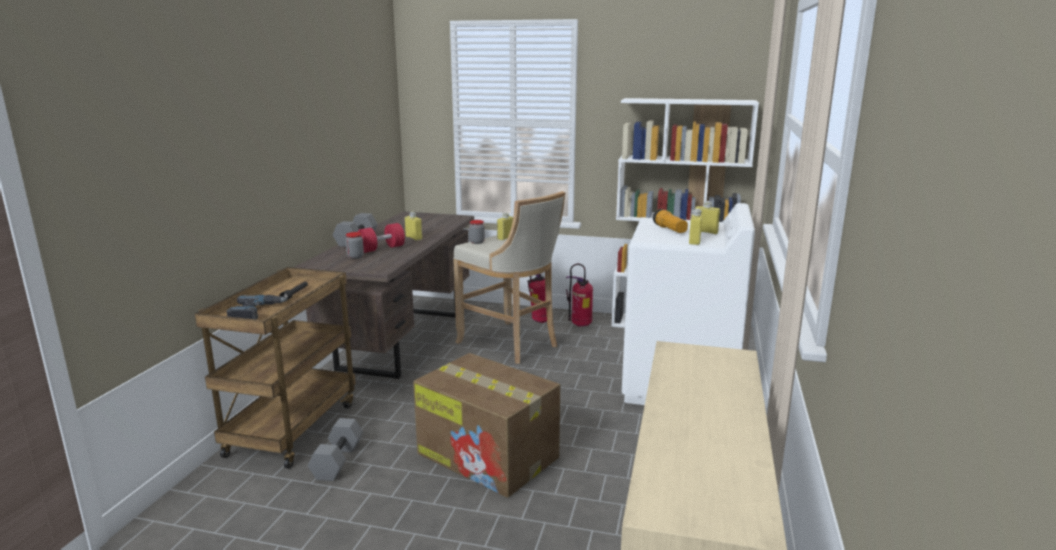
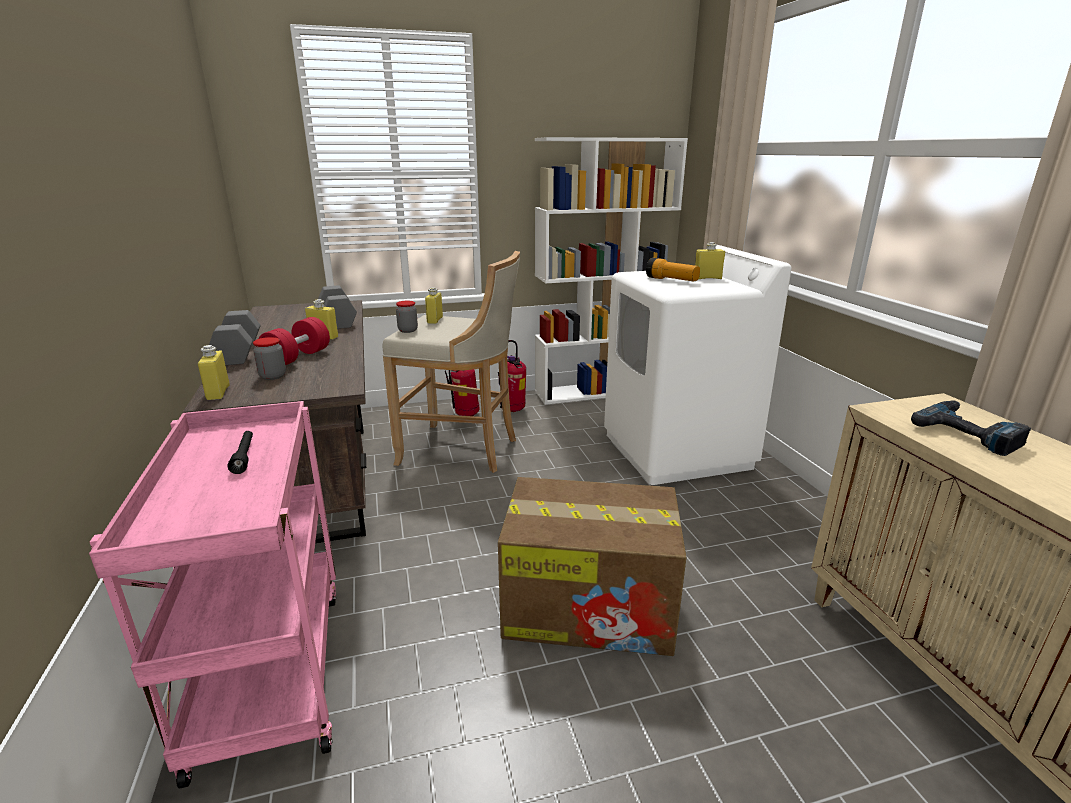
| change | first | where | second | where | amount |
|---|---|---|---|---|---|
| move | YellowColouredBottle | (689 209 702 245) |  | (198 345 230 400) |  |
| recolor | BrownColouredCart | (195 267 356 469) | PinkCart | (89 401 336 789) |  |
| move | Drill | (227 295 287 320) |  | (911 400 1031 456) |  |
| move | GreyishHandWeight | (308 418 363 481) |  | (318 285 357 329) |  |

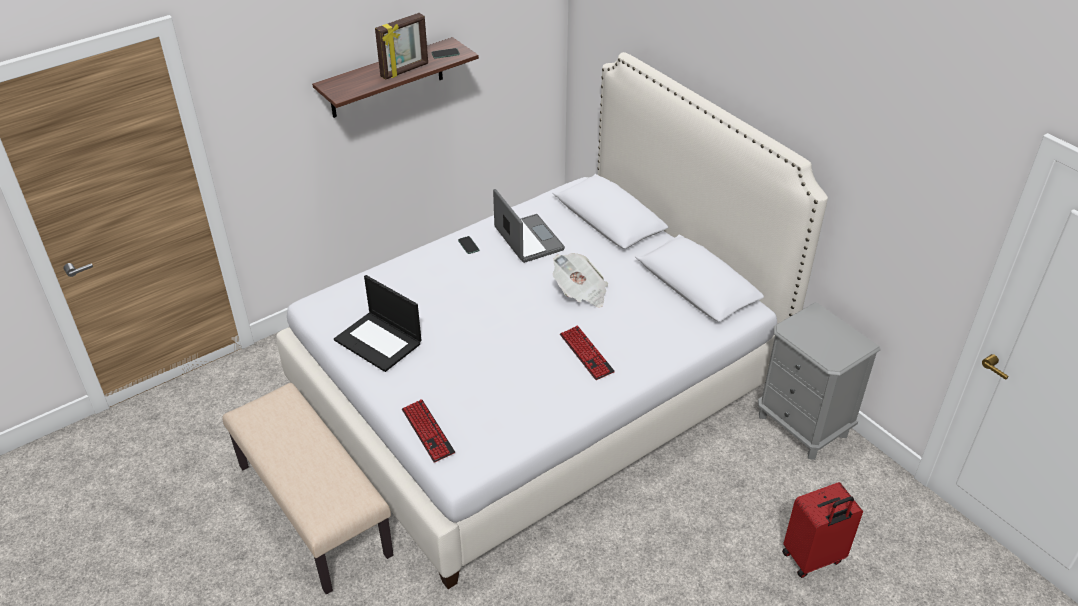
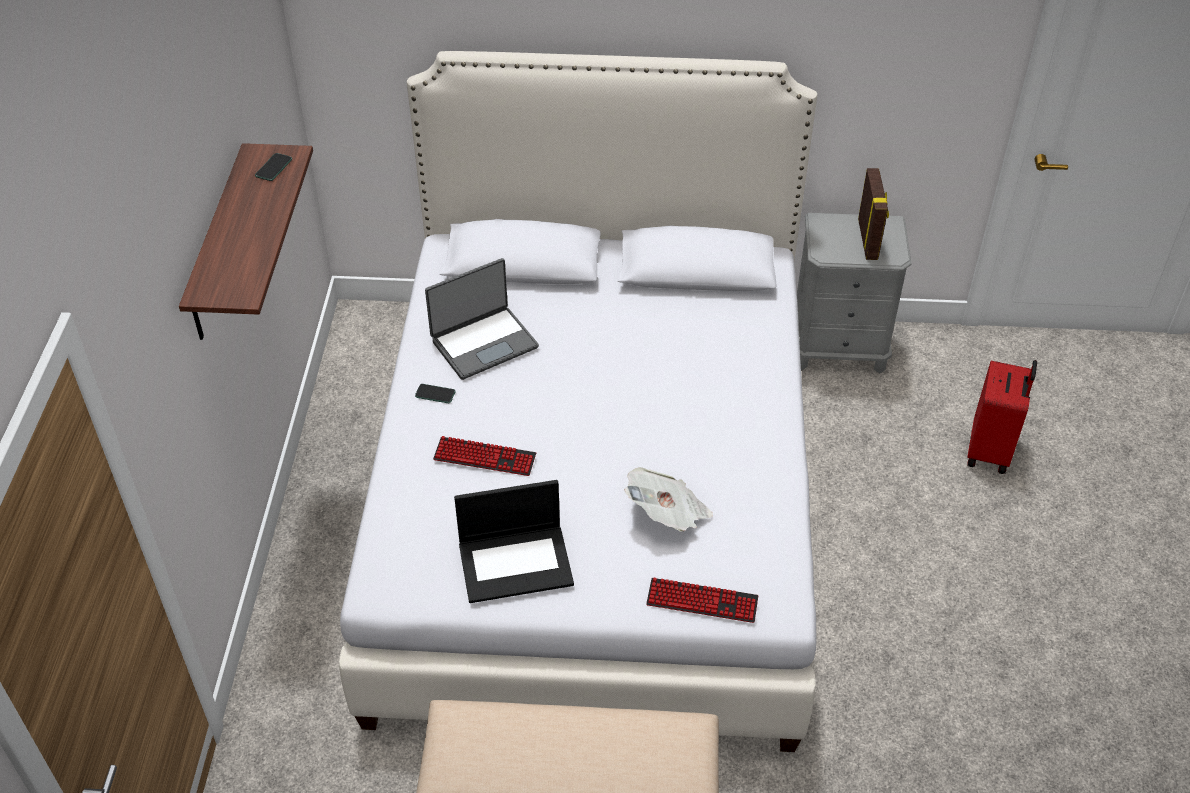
| change | first | where | second | where | amount |
|---|---|---|---|---|---|
| move | PhotoFrame | (375 13 428 80) |  | (858 168 889 260) |  |
| rotate | PortableComputer | (493 189 565 263) |  | (425 258 539 380) | 135 degrees clockwise |
| move | DailyPaper | (553 253 608 308) |  | (624 467 713 532) |  |
| move | Keyboard | (560 325 615 380) |  | (433 436 536 476) |  |

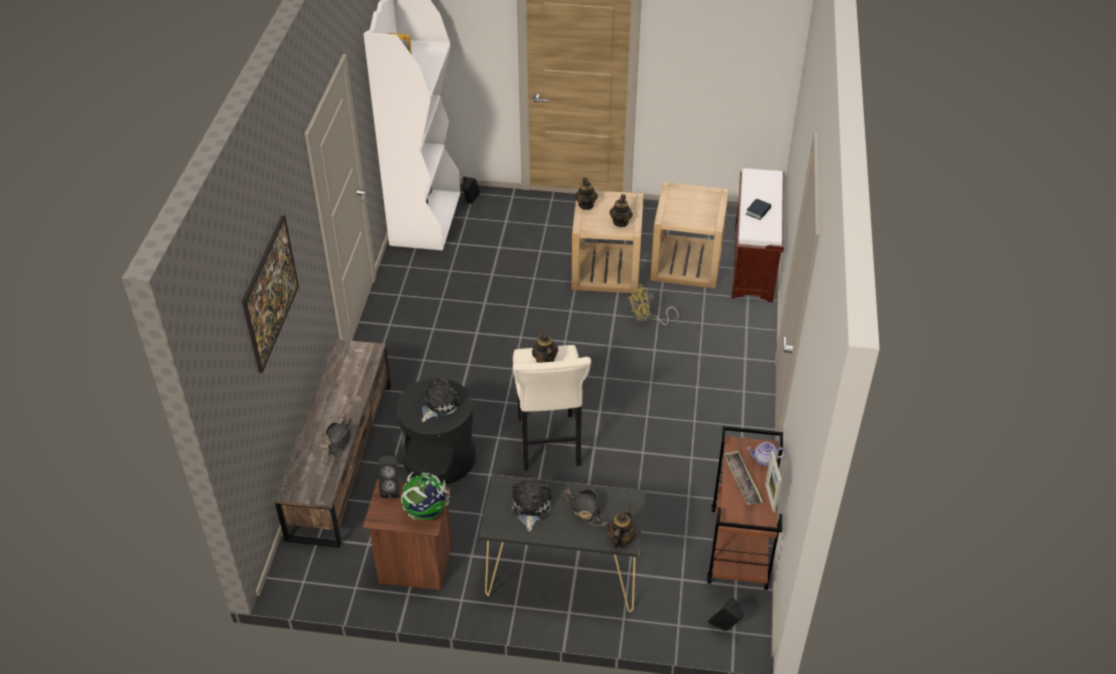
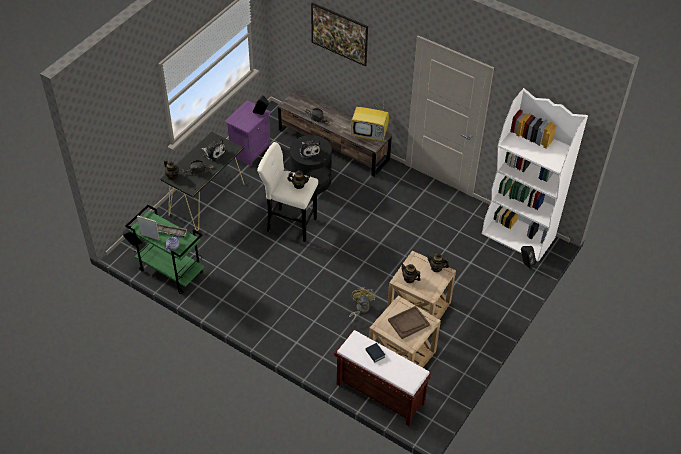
| change | first | where | second | where | amount |
|---|---|---|---|---|---|
| recolor | BrownColouredCart | (707 426 783 590) | GreenColouredCart | (125 205 204 294) |  |
| delete | Globe | (401 472 450 520) |  |  |  |
| recolor | BrownColouredNightTable | (363 480 452 590) | PurplishNightTable | (224 100 271 167) |  |
| insert |  |  | TvSet | (351 102 389 142) |  |
| insert |  |  | BrownColouredCarryingTray | (388 306 430 339) |  |

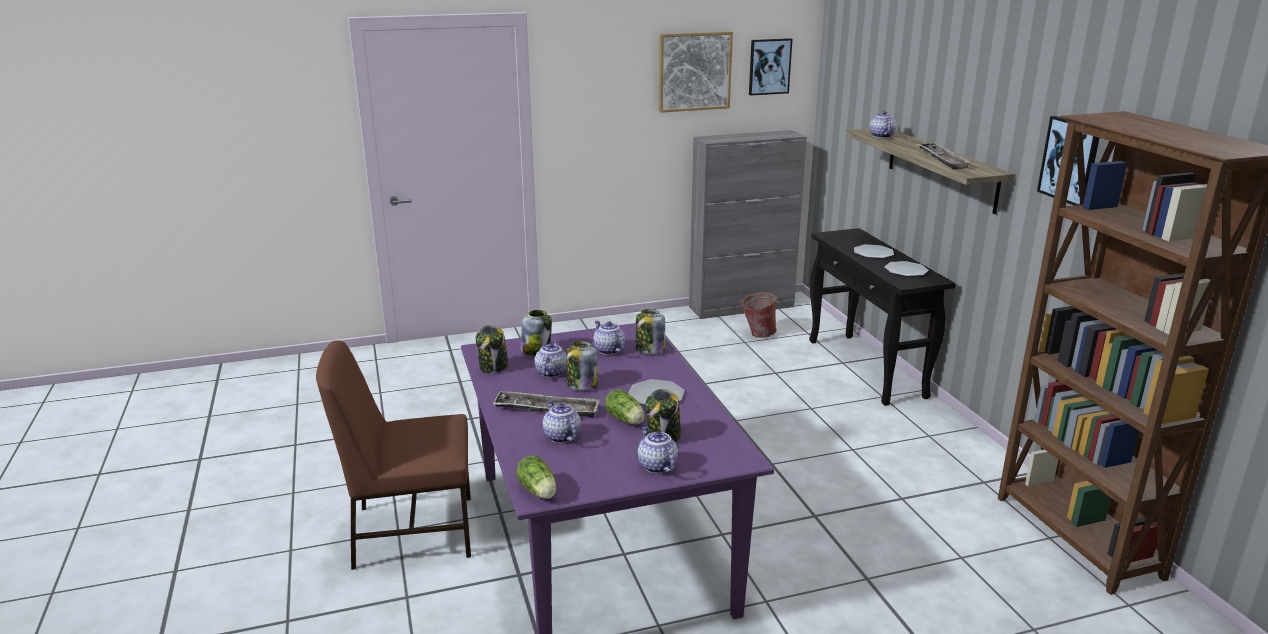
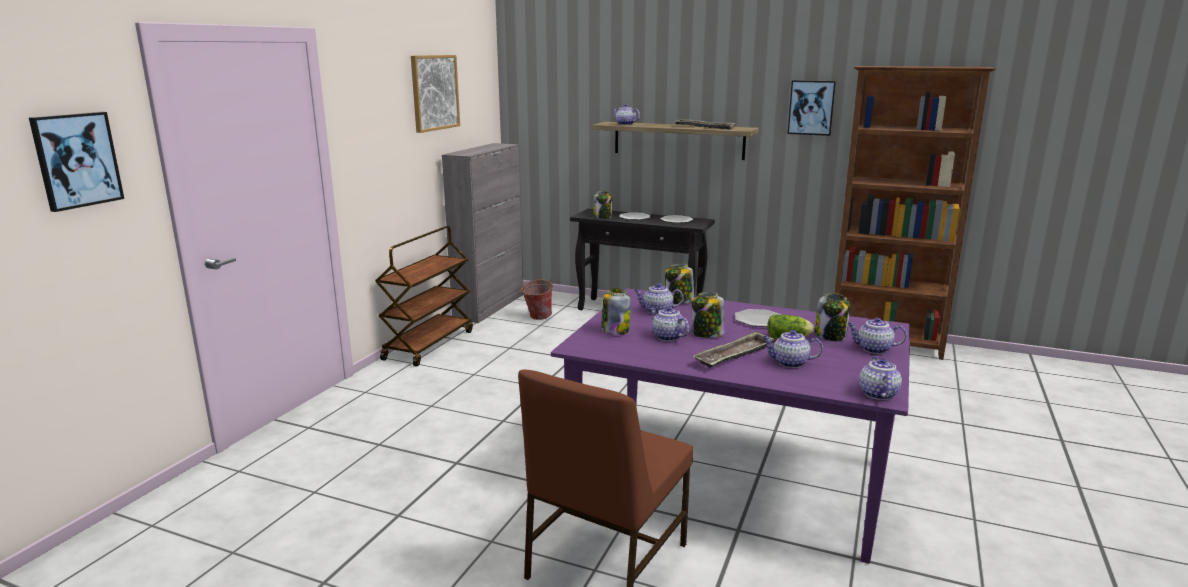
| change | first | where | second | where | amount |
|---|---|---|---|---|---|
| move | WallPicture | (749 38 792 96) |  | (29 112 124 212) |  |
| move | PreserveJar | (476 325 508 374) |  | (594 191 612 219) |  |
| replace | LettuceHead | (516 456 556 499) | TeaPot | (859 356 902 400) |  |
| insert |  |  | BrownColouredCart | (375 226 473 367) |  |

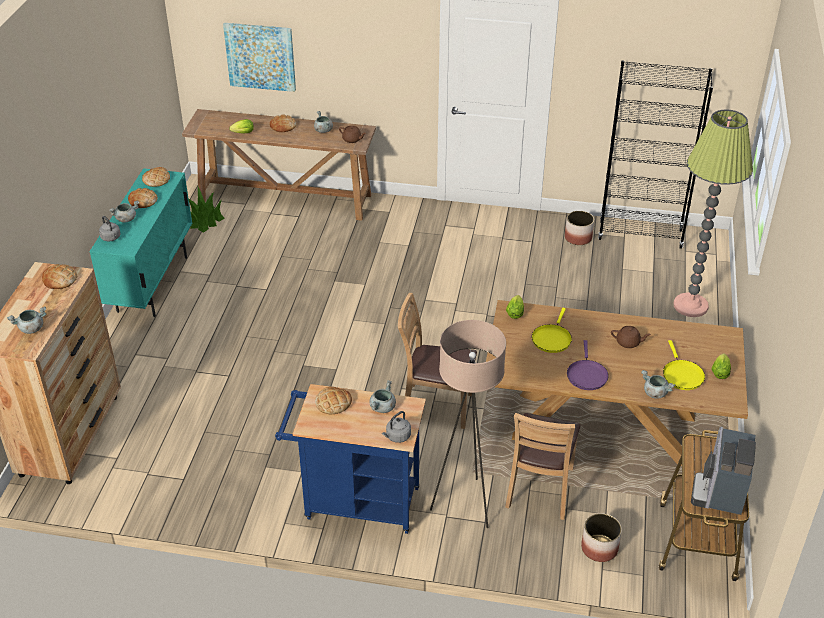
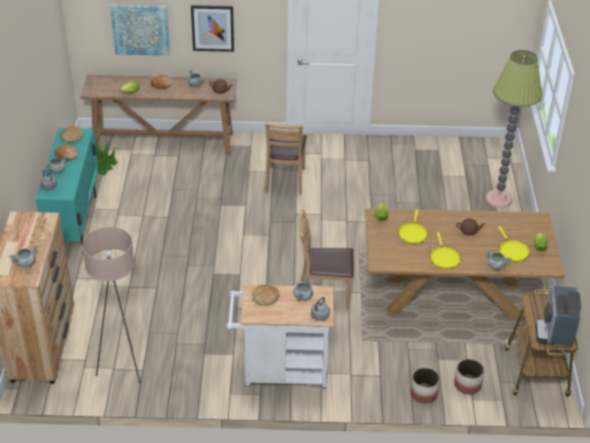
| change | first | where | second | where | amount |
|---|---|---|---|---|---|
| delete | BlackishShelvingUnit | (598 61 713 249) |  |  |  |
| move | PlantPot | (565 211 594 245) |  | (410 367 440 404) |  |
| delete | Bread | (42 264 77 289) |  |  |  |
| move | BeigeStandardLamp | (430 320 506 528) |  | (82 227 141 384) |  |
| recolor | PurplishFryingPan | (567 340 609 390) | YellowColouredFryingPan | (430 232 461 269) |  |
| recolor | BlueColouredCart | (275 384 426 534) | WhitishCart | (227 285 334 391) |  |
| move | BrownColouredUprightChair | (505 413 581 520) |  | (264 122 307 195) |  |
| insert |  |  | WallPicture | (191 5 234 52) |  |

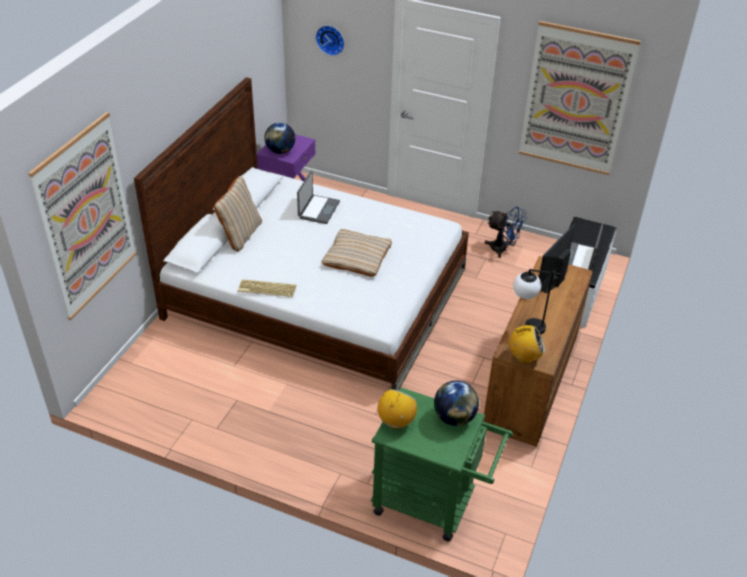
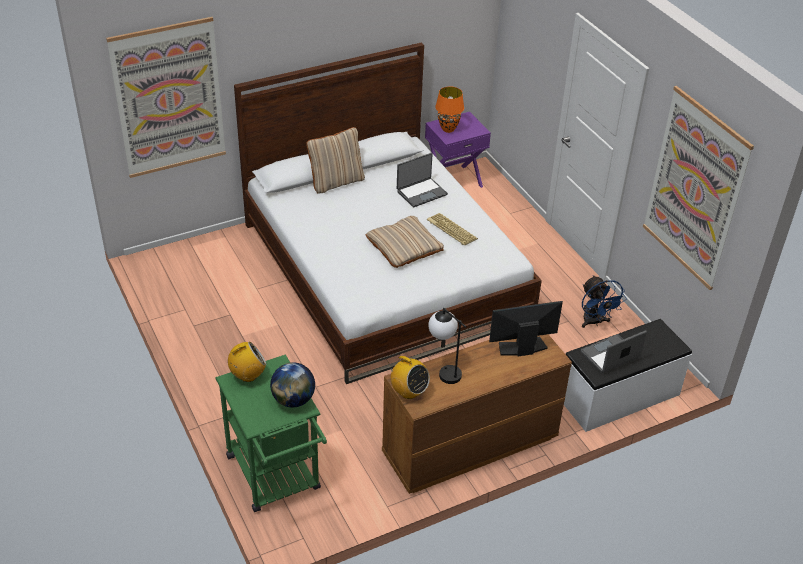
| change | first | where | second | where | amount |
|---|---|---|---|---|---|
| delete | WallClock | (316 25 345 56) |  |  |  |
| replace | Globe | (264 123 295 154) | OrangeColouredTabletopLamp | (435 86 464 133) |  |
| move | Keyboard | (238 279 296 297) |  | (427 213 478 245) |  |

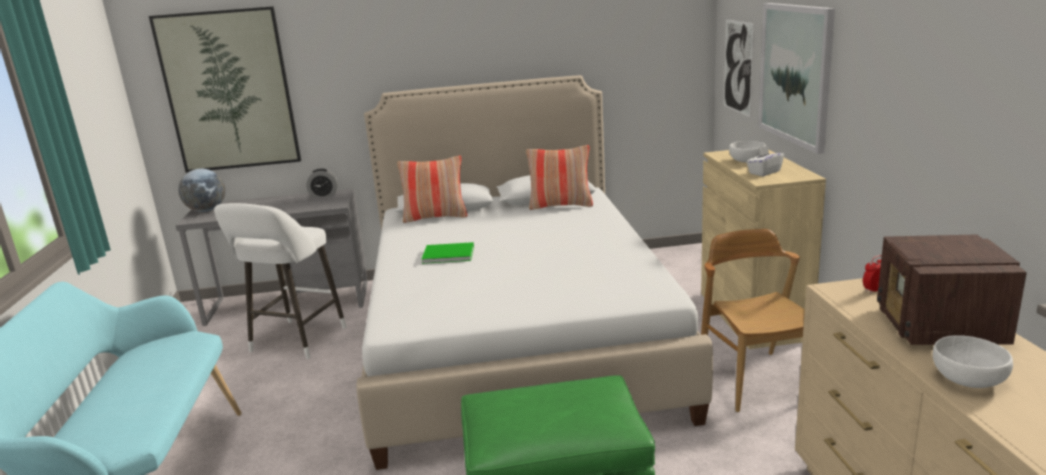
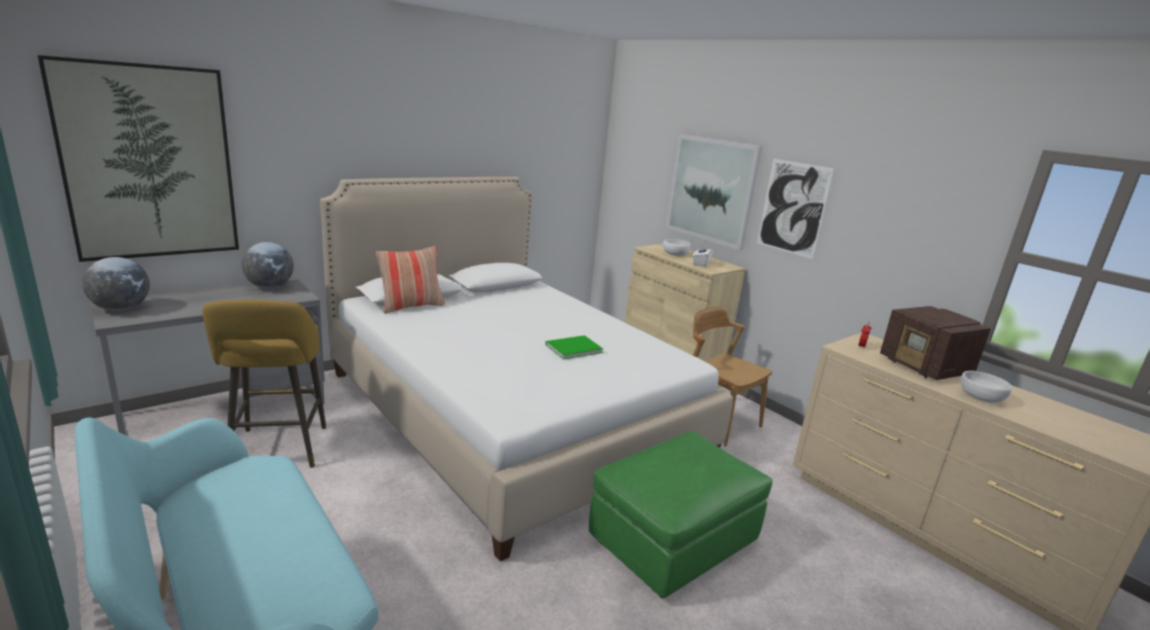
| change | first | where | second | where | amount |
|---|---|---|---|---|---|
| move | WallPicture | (724 19 754 117) |  | (757 159 834 259) |  |
| delete | ThrowPillow | (526 145 593 210) |  |  |  |
| replace | TableClock | (306 169 338 198) | Globe | (242 242 294 289) |  |
| recolor | WhitishSittingStool | (214 203 347 359) | YellowColouredSittingStool | (203 300 326 468) |  |
| move | GreenColouredBook | (422 242 474 264) |  | (545 335 603 359) |  |

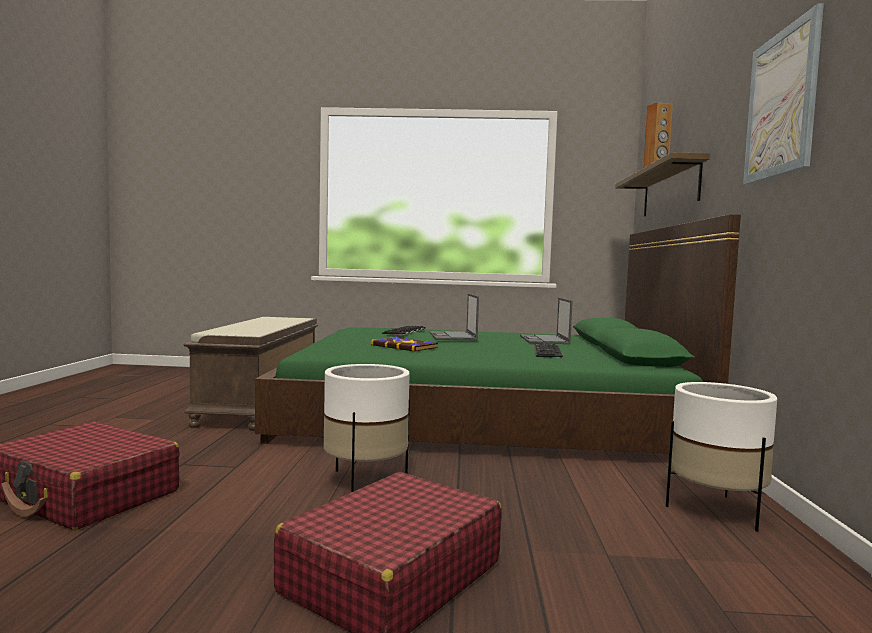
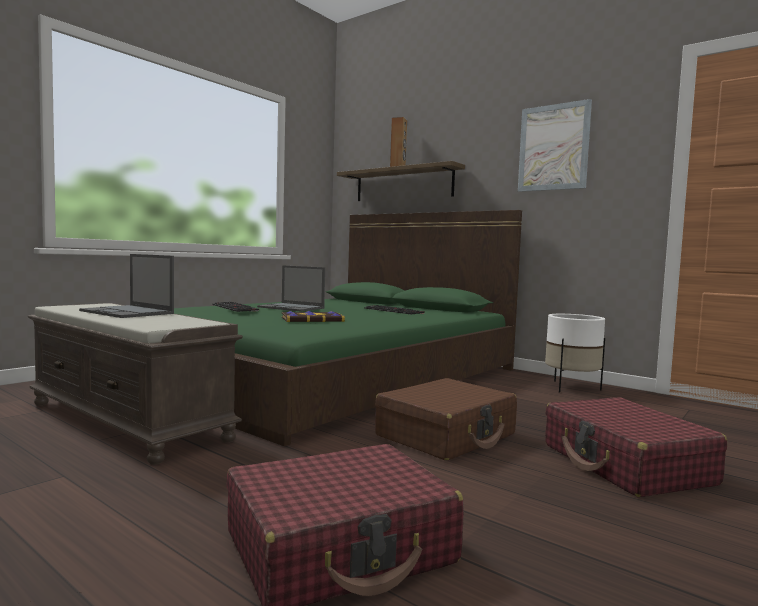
| change | first | where | second | where | amount |
|---|---|---|---|---|---|
| move | PortableComputer | (520 298 573 344) |  | (79 254 174 318) |  |
| replace | WhitishPlantPot | (323 364 410 492) | BrownColouredPieceOfLuggage | (375 378 517 460) |  |

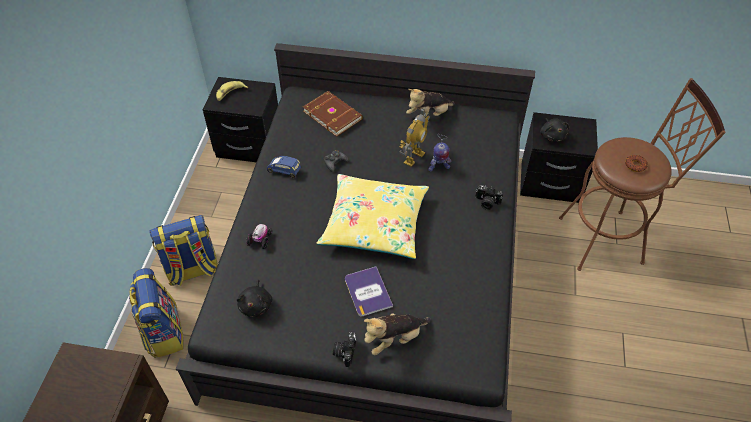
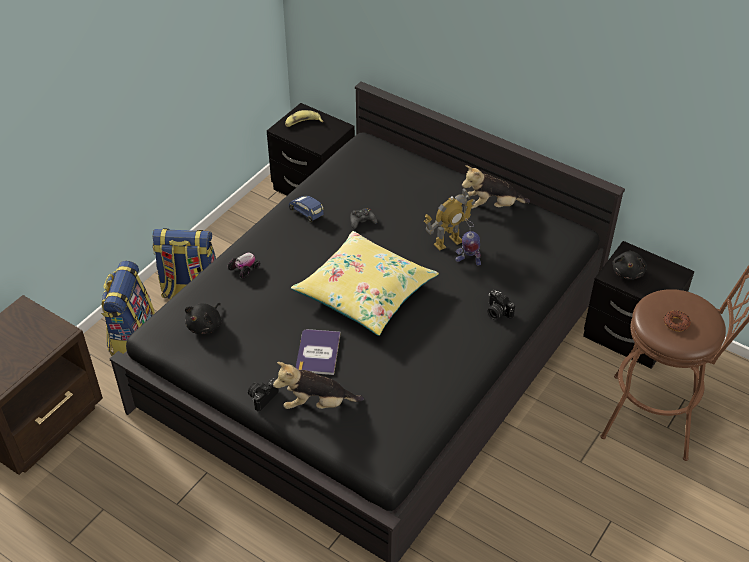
| change | first | where | second | where | amount |
|---|---|---|---|---|---|
| delete | BrownColouredBook | (303 91 363 137) |  |  |  |

